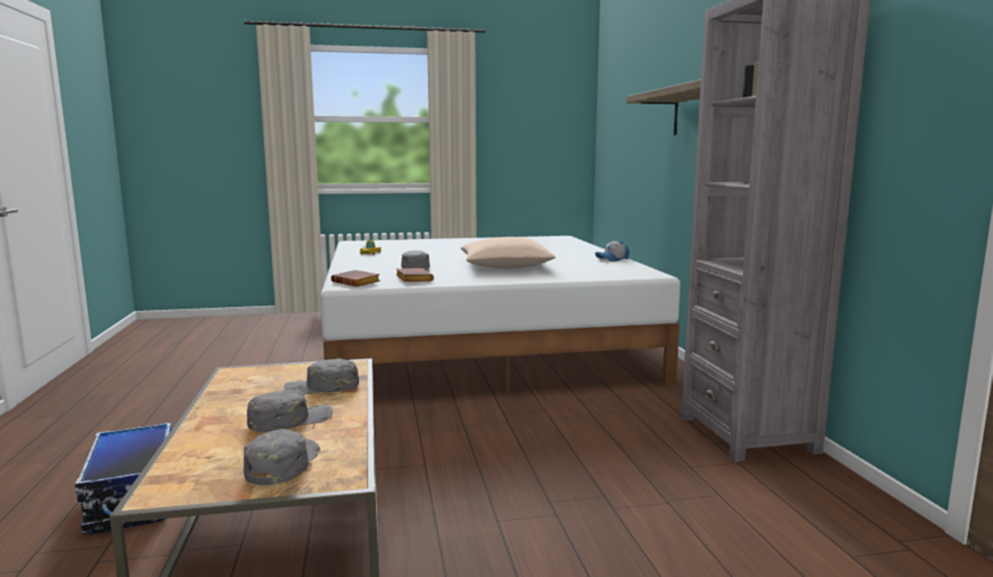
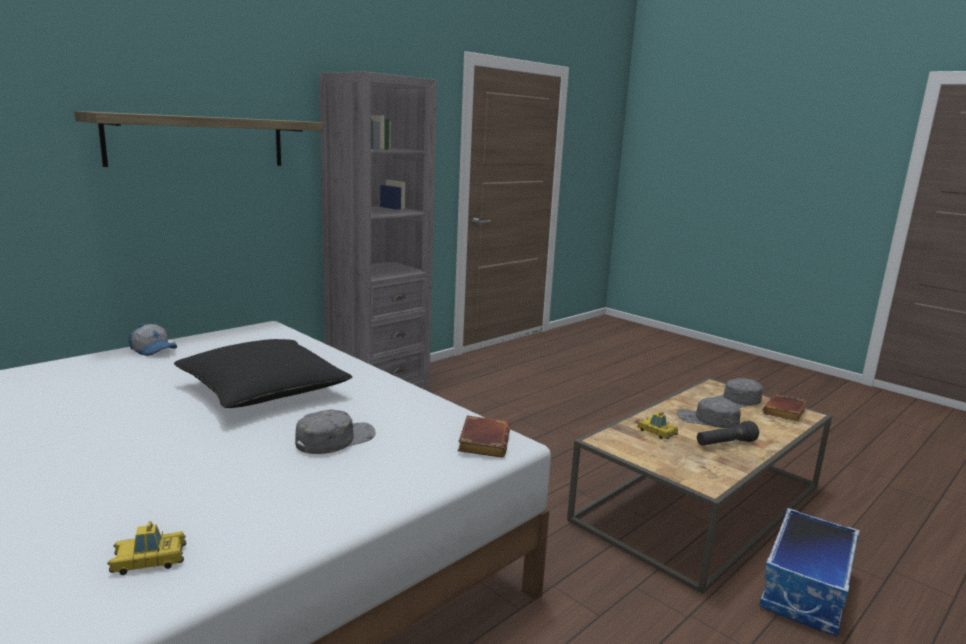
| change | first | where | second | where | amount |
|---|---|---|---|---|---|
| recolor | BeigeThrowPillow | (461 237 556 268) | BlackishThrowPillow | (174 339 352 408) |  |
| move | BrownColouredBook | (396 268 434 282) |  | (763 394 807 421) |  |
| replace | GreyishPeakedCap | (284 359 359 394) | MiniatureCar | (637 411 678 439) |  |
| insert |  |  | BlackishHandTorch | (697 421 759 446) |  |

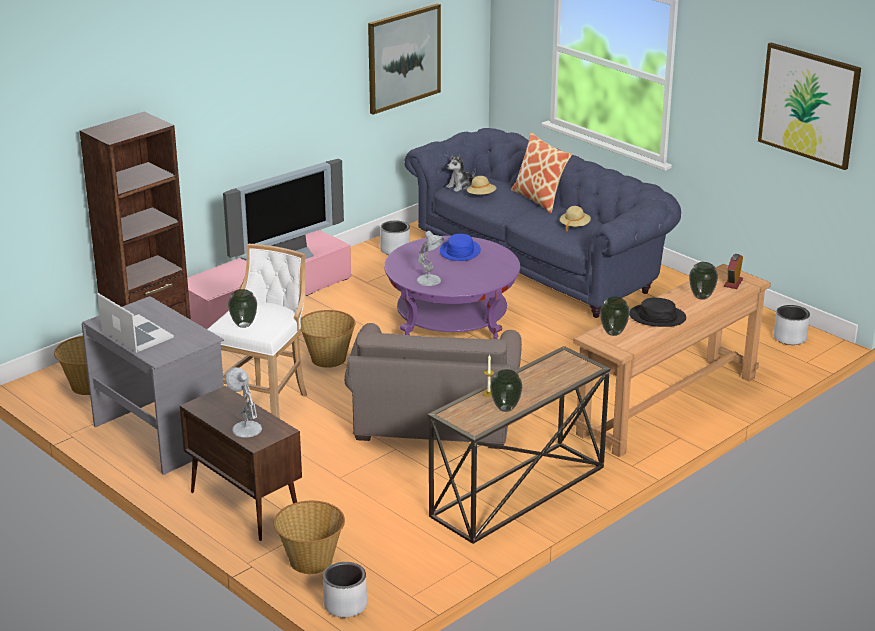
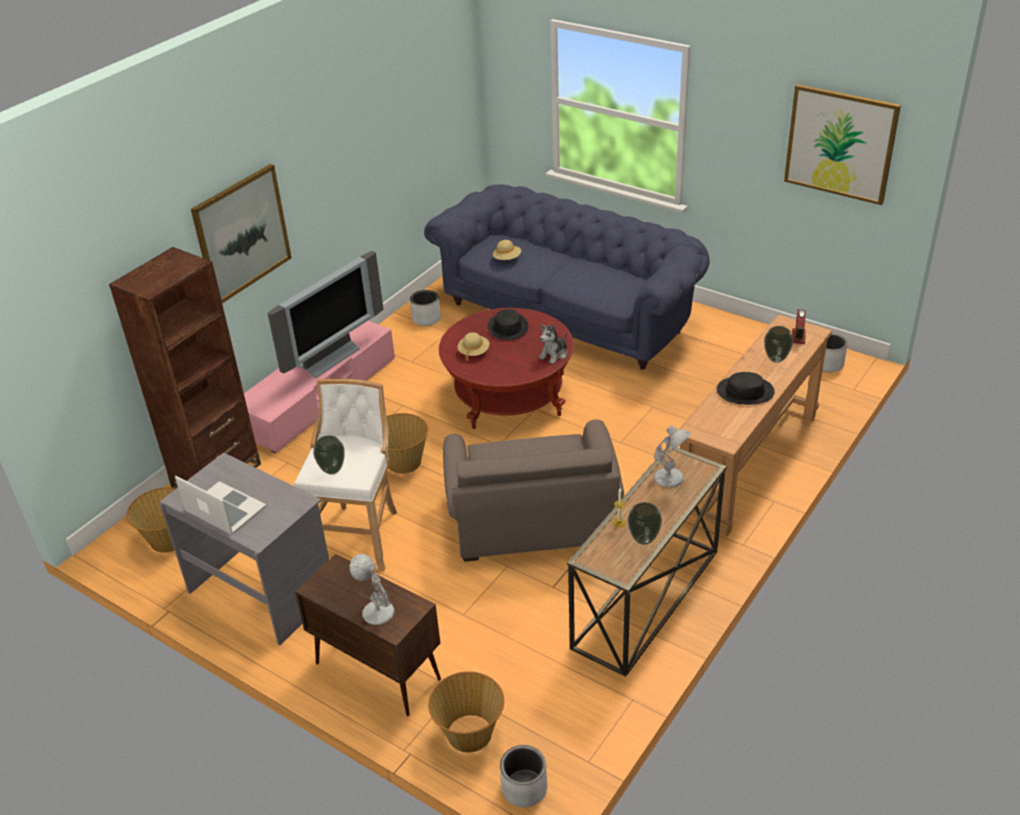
| change | first | where | second | where | amount |
|---|---|---|---|---|---|
| move | WallPicture | (368 3 441 115) |  | (191 164 292 303) |  |
| delete | ThrowPillow | (511 132 572 213) |  |  |  |
| move | CuddlyToy | (446 154 476 192) |  | (539 324 567 364) |  |
| move | BeigeClothingHat | (560 206 591 231) |  | (458 332 489 361) |  |
| move | WhitishTabletopLamp | (417 231 444 286) |  | (654 425 691 488) |  |
| recolor | BlueColouredClothingHat | (440 234 481 261) | BlackishClothingHat | (488 309 528 340) |  |
| recolor | PurplishLowTable | (384 236 520 339) | RedLowTable | (439 308 574 429) |  |
| delete | FlowerVase | (600 297 630 336) |  |  |  |

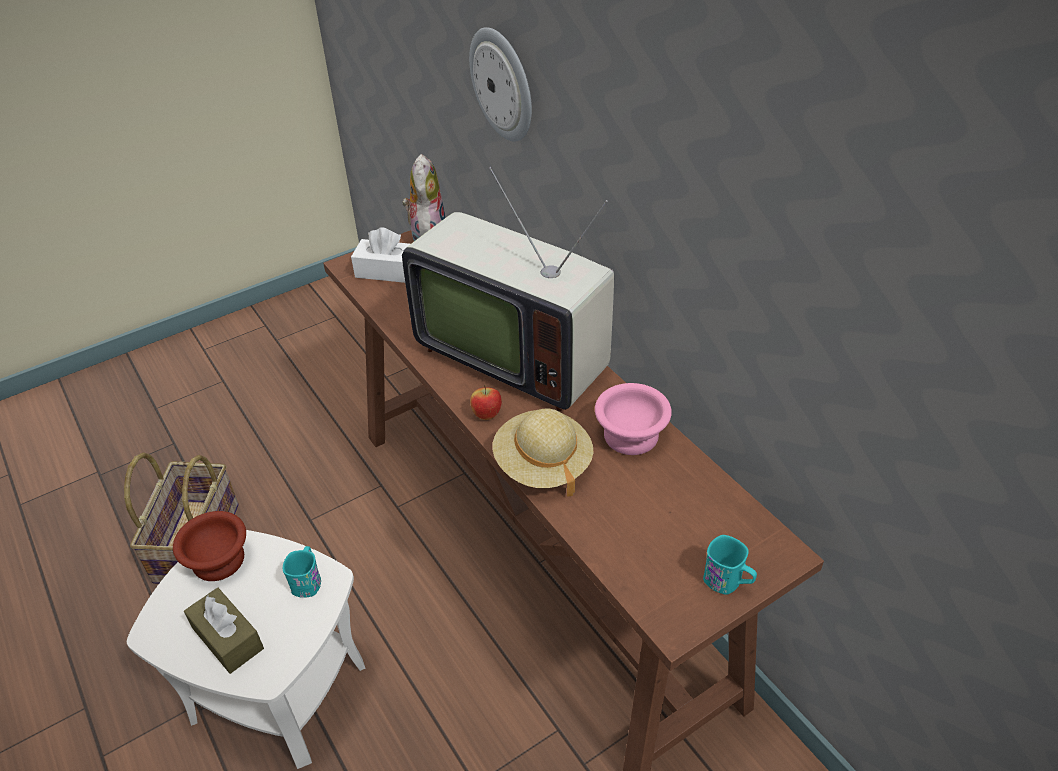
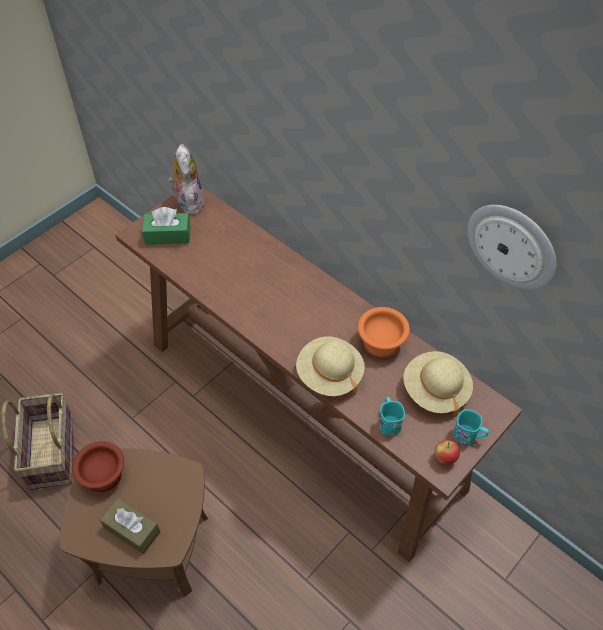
| change | first | where | second | where | amount |
|---|---|---|---|---|---|
| move | WallClock | (469 27 532 141) |  | (467 205 556 289) |  |
| delete | TvSet | (402 167 614 411) |  |  |  |
| recolor | WhitishTissueHolder | (351 227 410 283) | GreenColouredTissueHolder | (142 207 191 245) |  |
| recolor | PinkBowl | (595 383 672 455) | OrangeColouredBowl | (358 307 410 357) |  |
| move | AppleFruit | (470 385 502 420) |  | (435 440 460 465) |  |
| recolor | WhitishEndTable | (127 530 365 769) | BrownColouredEndTable | (60 449 208 597) |  |
| move | BlueGreenTeaMug | (283 546 321 598) |  | (379 397 405 435) |  |
| insert |  |  | BeigeClothingHat | (404 351 473 418) |  |

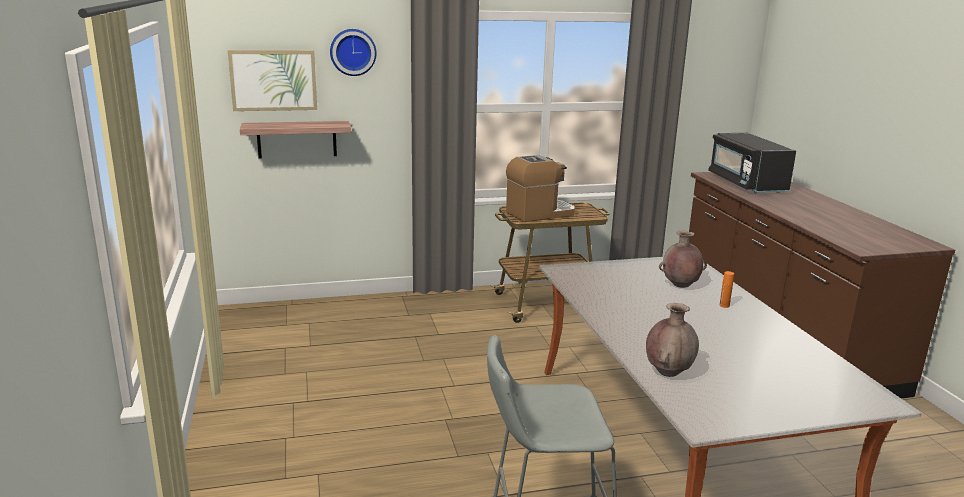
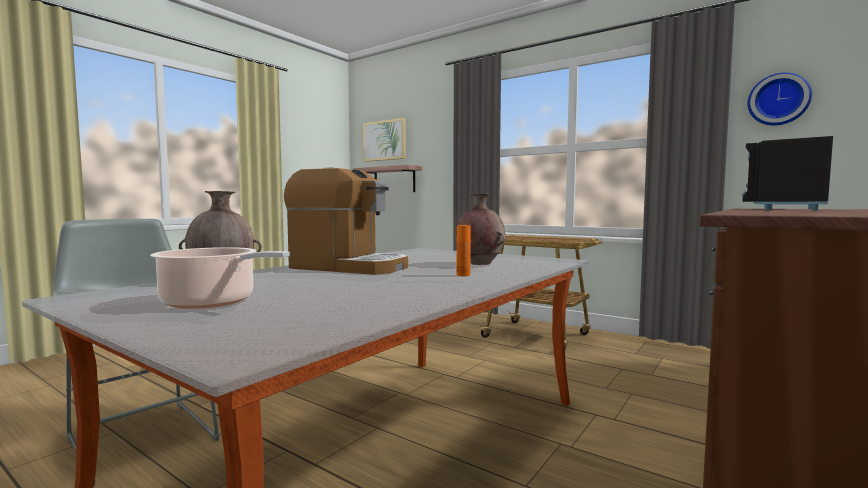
| change | first | where | second | where | amount |
|---|---|---|---|---|---|
| move | WallClock | (330 29 377 76) |  | (748 72 812 126) |  |
| move | CoffeeMachine | (506 155 575 222) |  | (284 167 408 275) |  |
| insert |  |  | Saucepot | (150 247 290 309) |  |

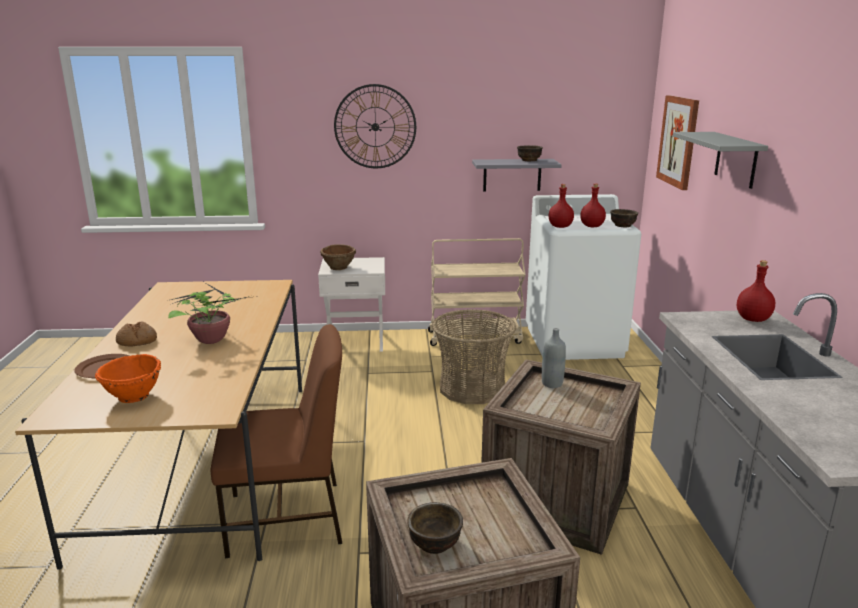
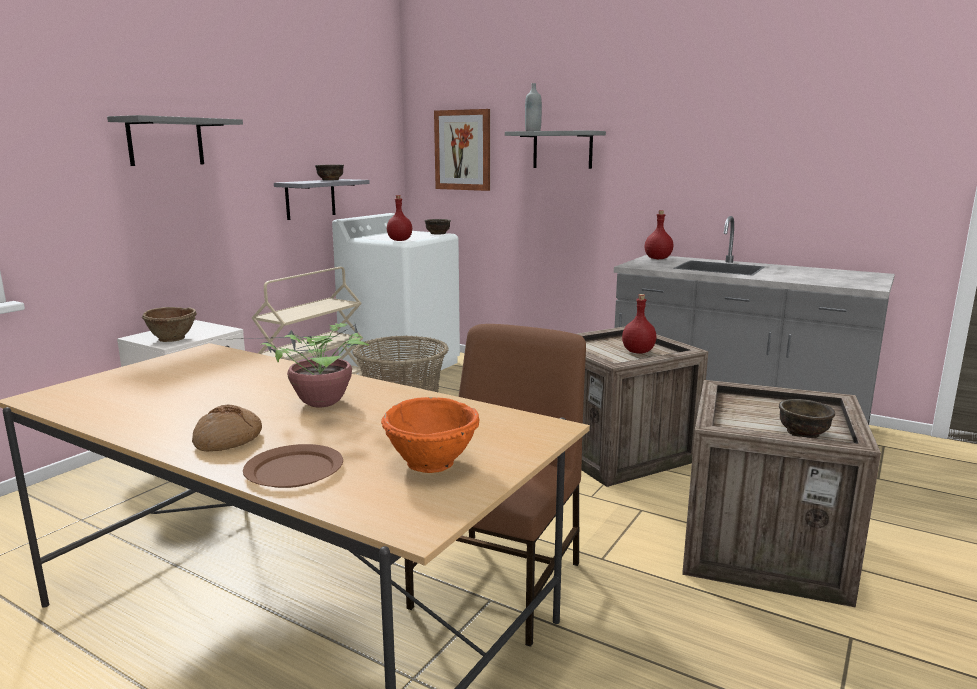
| change | first | where | second | where | amount |
|---|---|---|---|---|---|
| replace | WallClock | (334 84 416 169) | GreyishShelf | (107 115 243 166) |  |
| move | RedBottle | (580 184 606 227) |  | (622 294 656 354) |  |
| move | GreyishBottle | (542 328 566 388) |  | (525 83 542 131) |  |

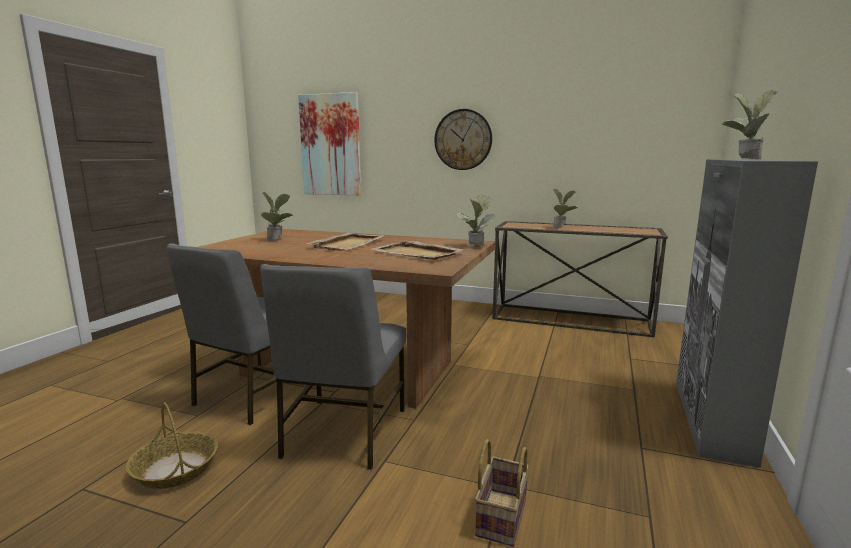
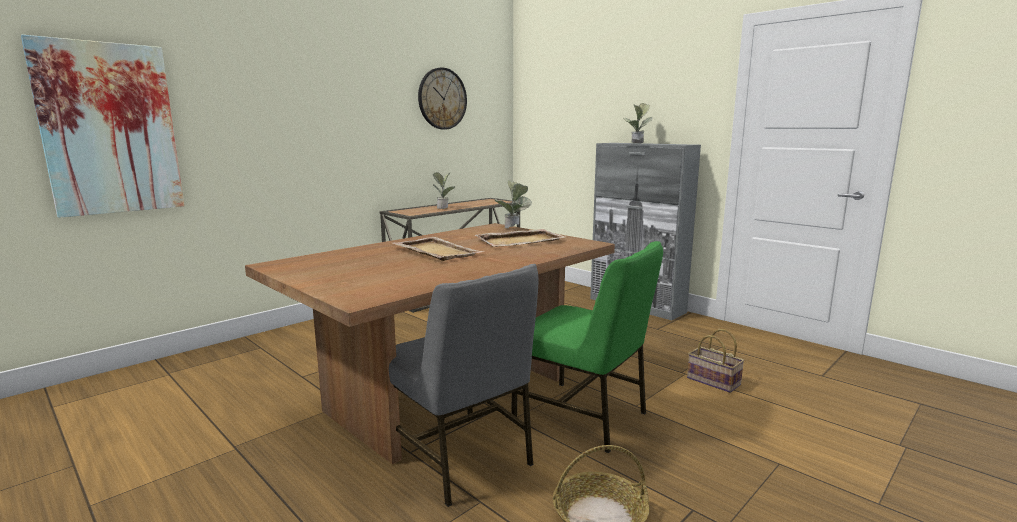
| change | first | where | second | where | amount |
|---|---|---|---|---|---|
| move | WallClock | (434 109 492 170) |  | (418 68 467 130) |  |
| delete | PlantInAPot | (261 192 293 241) |  |  |  |
| recolor | GreyishUprightChair | (260 264 406 470) | GreenColouredUprightChair | (512 241 663 453) |  |

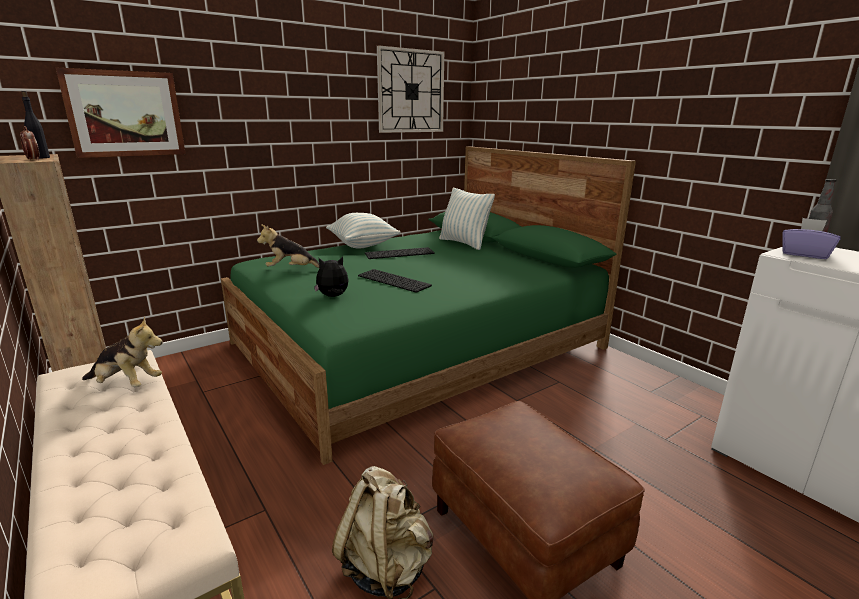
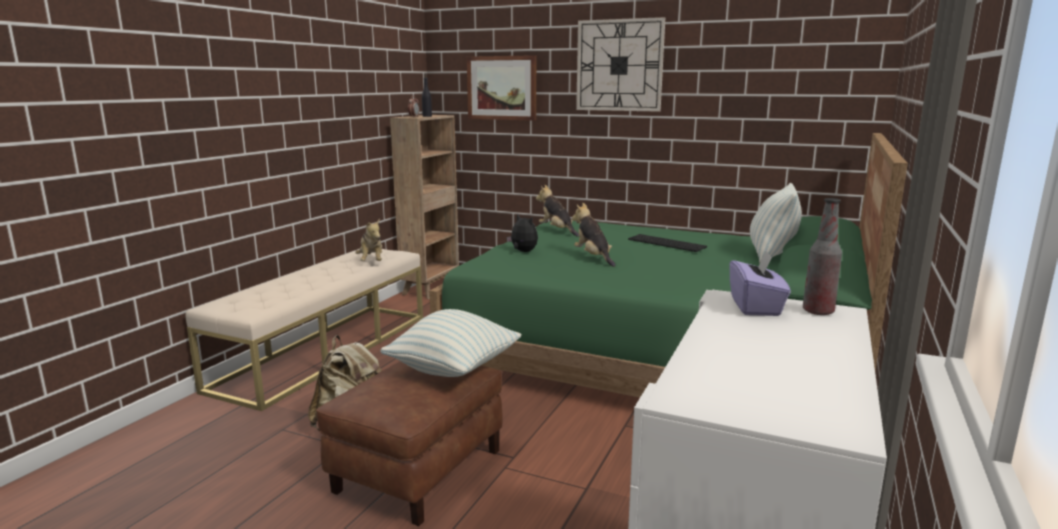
| change | first | where | second | where | amount |
|---|---|---|---|---|---|
| move | WallClock | (377 45 444 133) |  | (576 17 665 112) |  |
| move | ThrowPillow | (326 213 400 249) |  | (381 309 522 377) |  |
| replace | Keyboard | (358 269 432 293) | CuddlyToy | (572 203 616 267) |  |

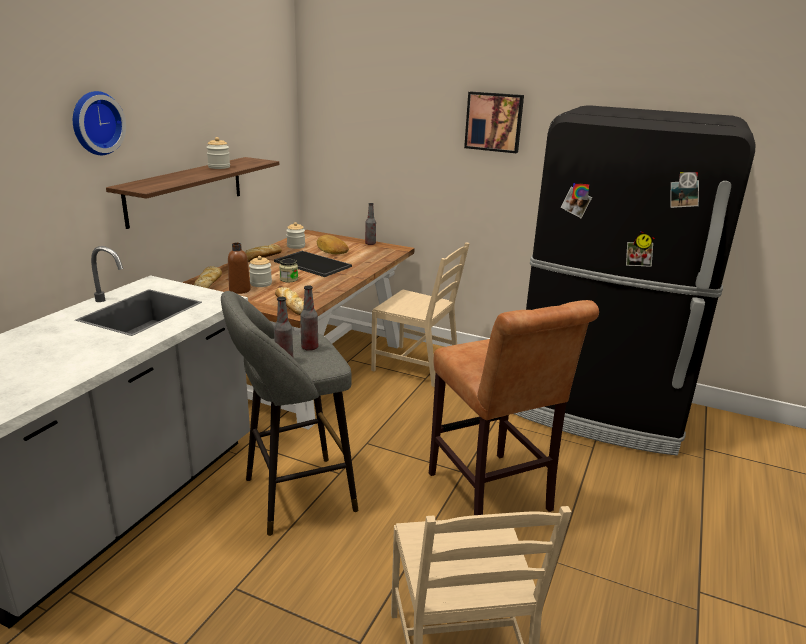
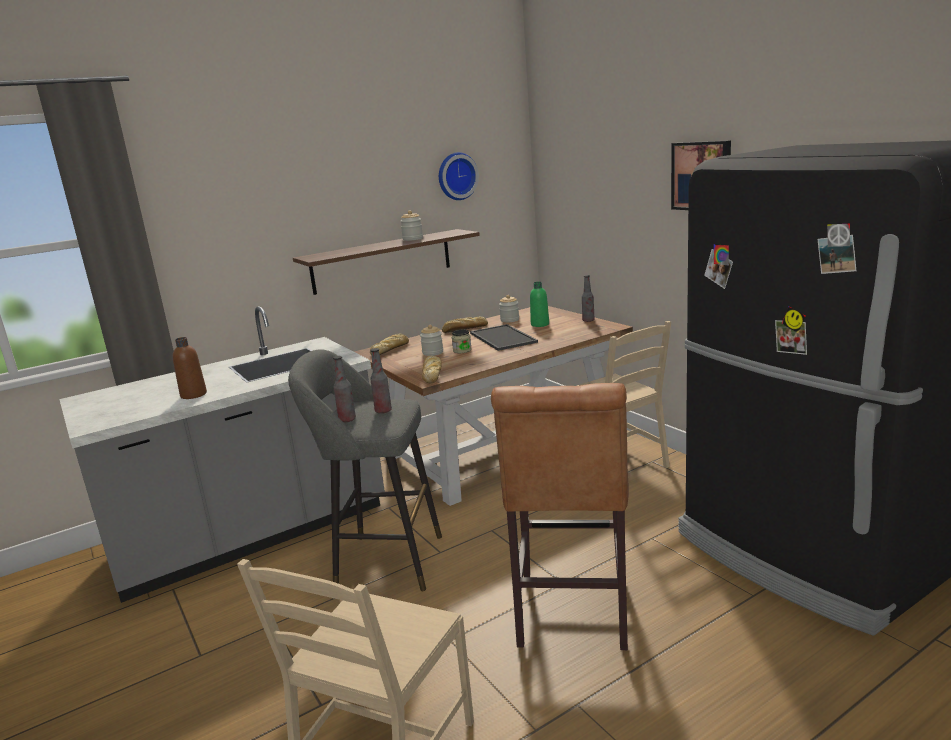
| change | first | where | second | where | amount |
|---|---|---|---|---|---|
| move | WallClock | (73 91 126 155) |  | (439 152 479 200) |  |
| replace | Bread | (317 235 349 254) | GreenColouredBottle | (530 282 549 327) |  |
| move | BrownColouredBottle | (228 243 251 294) |  | (173 337 207 399) |  |

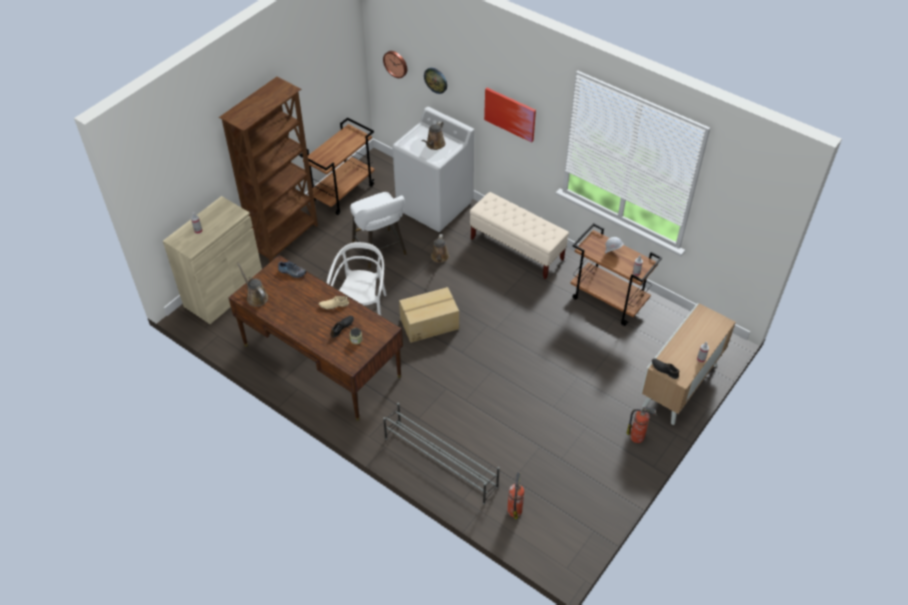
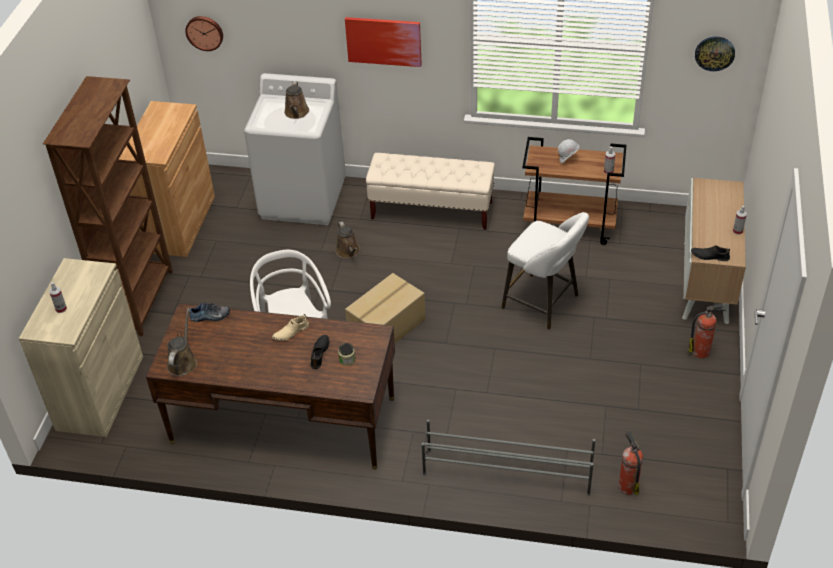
| change | first | where | second | where | amount |
|---|---|---|---|---|---|
| move | WallClock | (424 68 447 94) |  | (695 36 735 71) |  |
| replace | BrownColouredCart | (299 118 375 215) | BrownColouredCabinet | (119 101 215 257) |  |
| move | WhitishSittingStool | (350 192 406 269) |  | (502 212 589 330) |  |
| rotate | BrownColouredSprinklingCan | (237 263 268 307) |  | (167 308 197 376) | 75 degrees clockwise |

